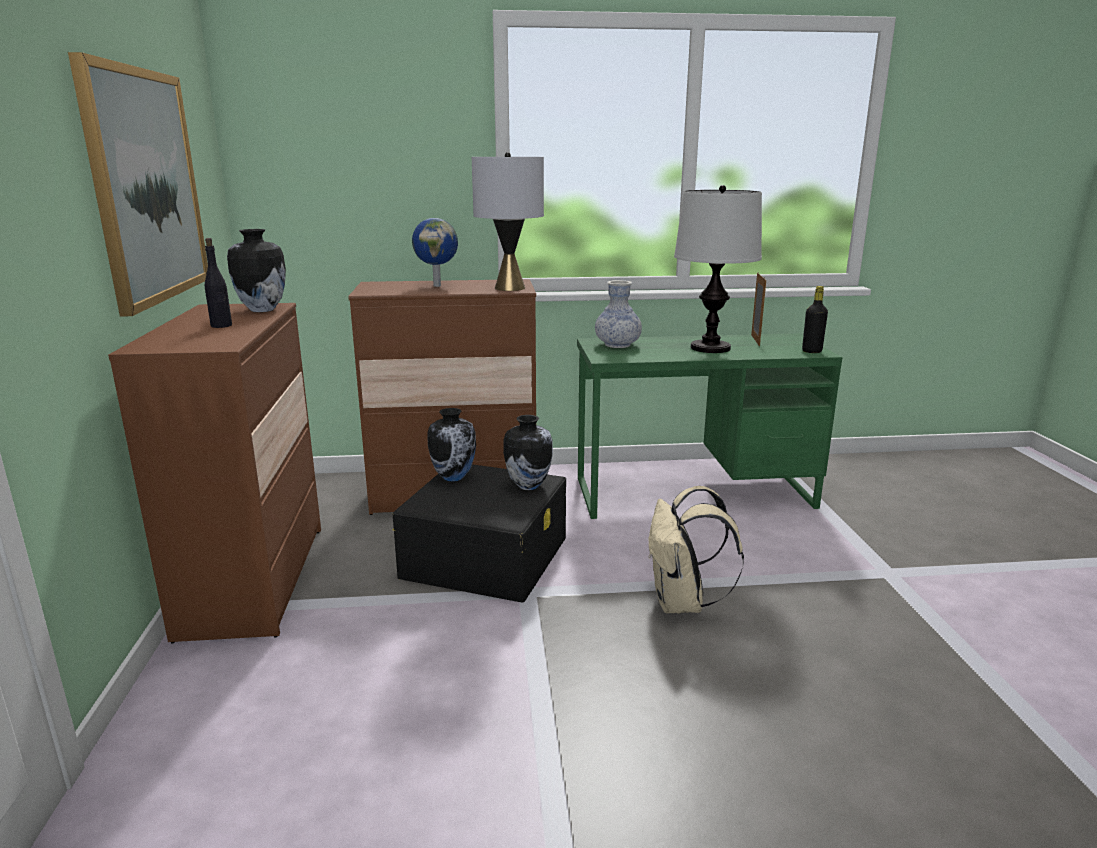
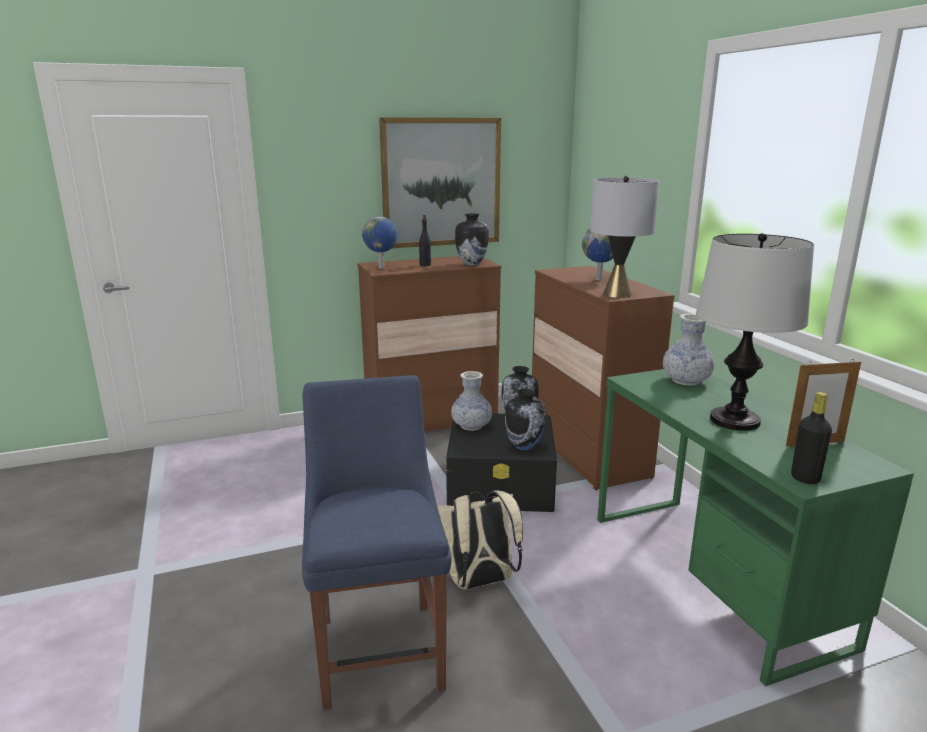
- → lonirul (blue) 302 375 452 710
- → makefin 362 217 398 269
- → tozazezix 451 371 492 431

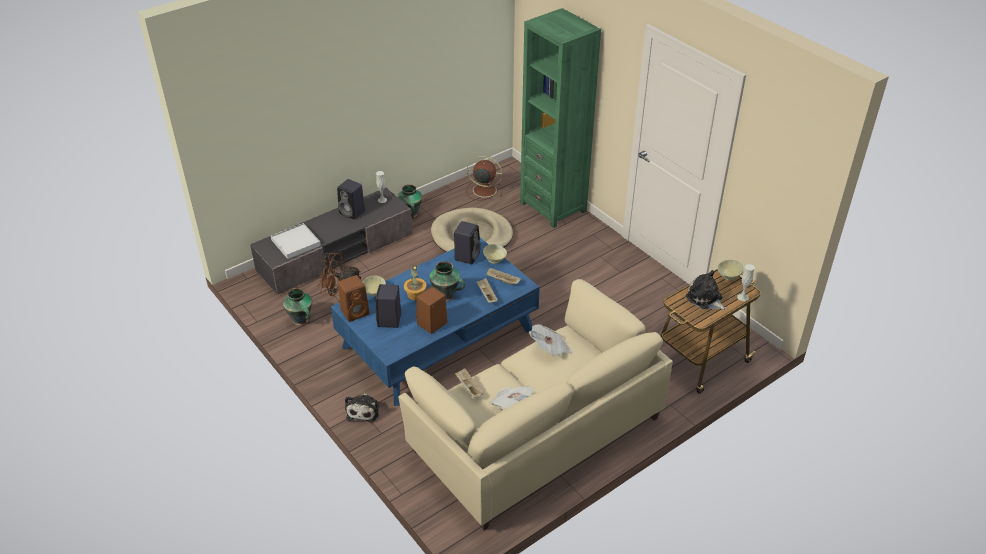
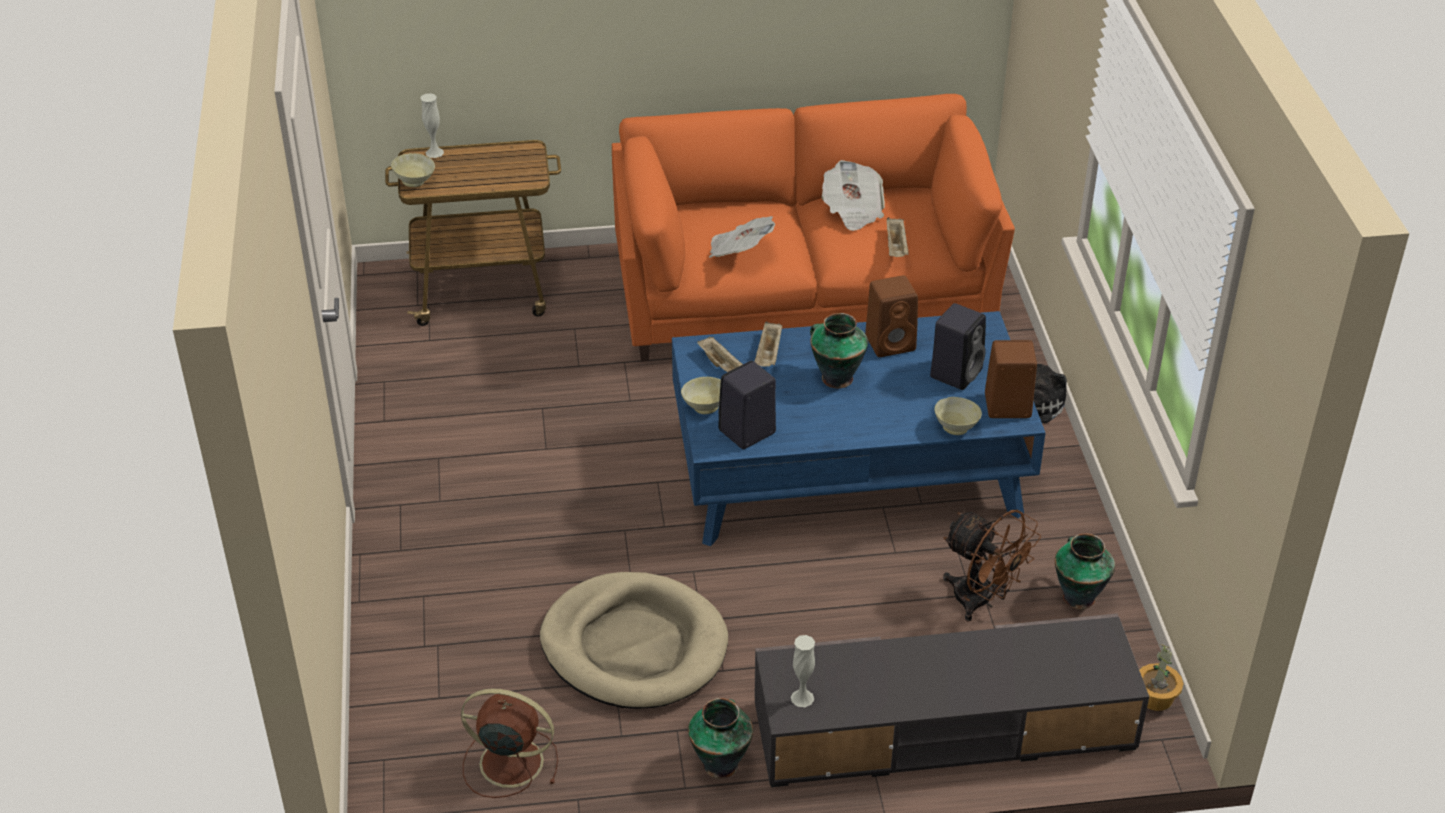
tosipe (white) 271 223 321 259 → -
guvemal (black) 337 179 365 220 → -
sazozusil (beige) 398 279 673 531 → sazozusil (orange) 612 94 1015 362
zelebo 404 265 427 300 → zelebo 1139 644 1184 711, shifted
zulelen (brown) 466 156 502 200 → zulelen (brown) 461 688 558 798, 150 degrees clockwise
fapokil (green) 520 8 601 228 → -
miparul 686 270 727 310 → -

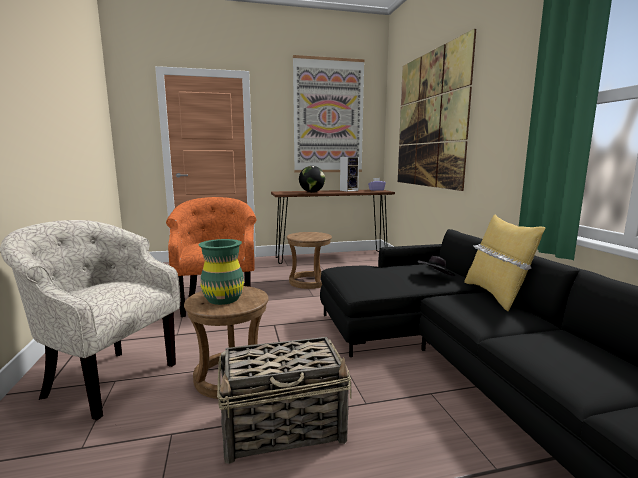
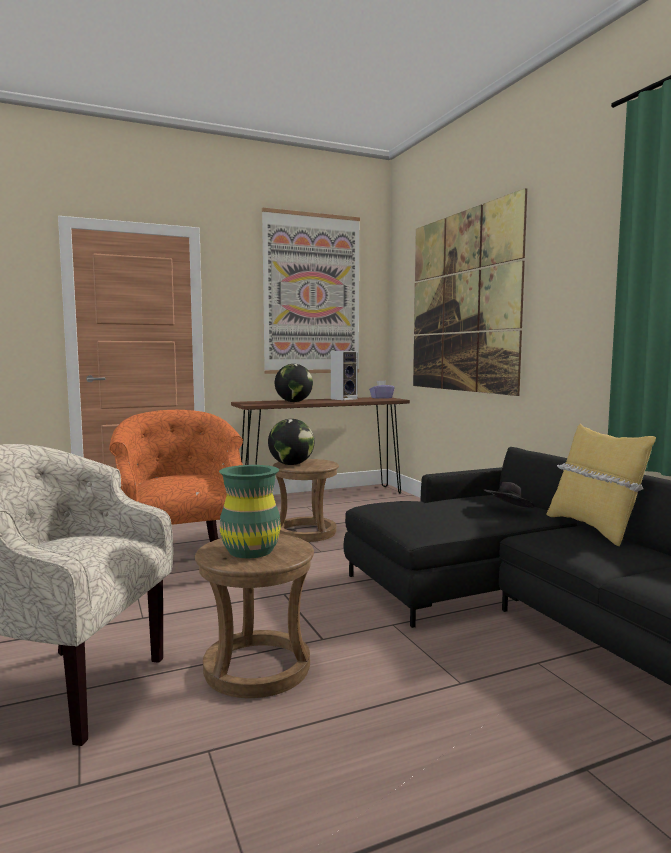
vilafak 217 337 352 464 → -
- → makefin 268 419 314 465

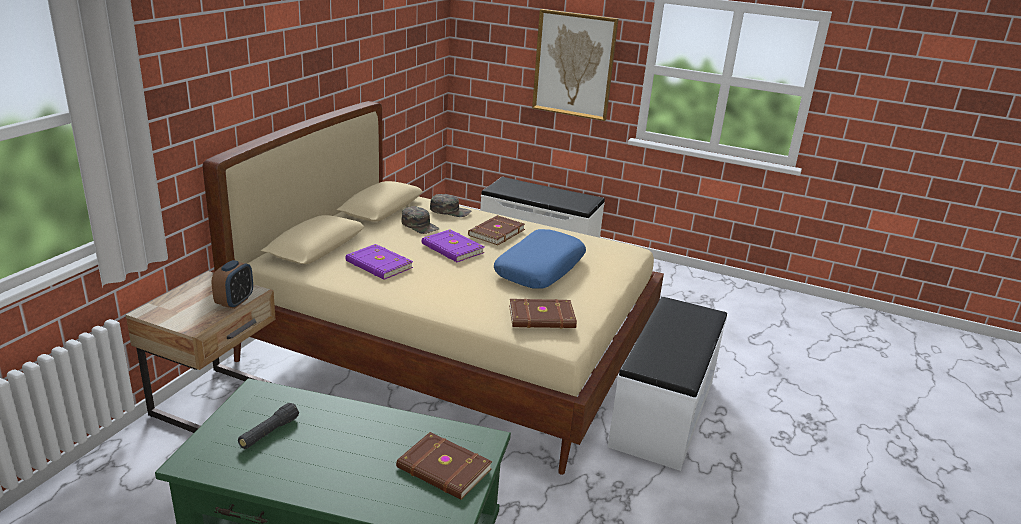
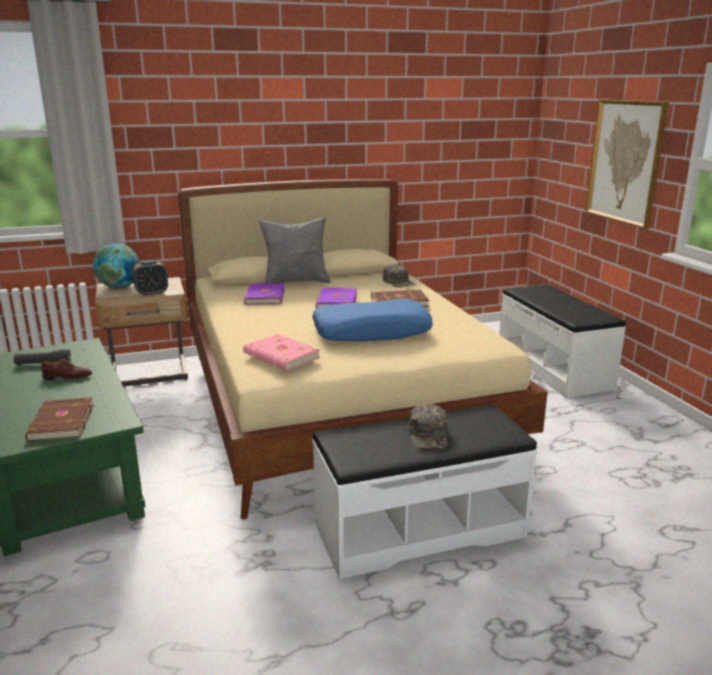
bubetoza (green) 402 206 439 234 → bubetoza (green) 409 404 448 448, shifted
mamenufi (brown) 509 299 577 328 → mamenufi (pink) 243 334 320 371
- → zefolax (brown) 41 358 92 380
- → makefin 93 243 140 288
- → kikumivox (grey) 259 216 331 283

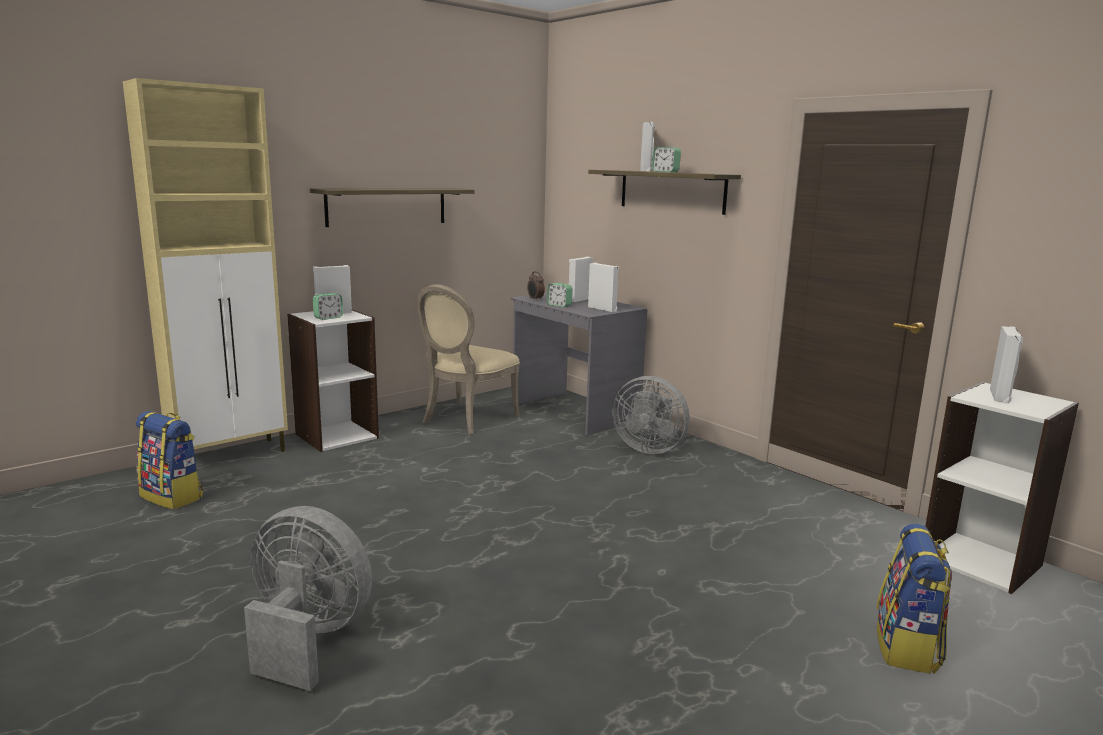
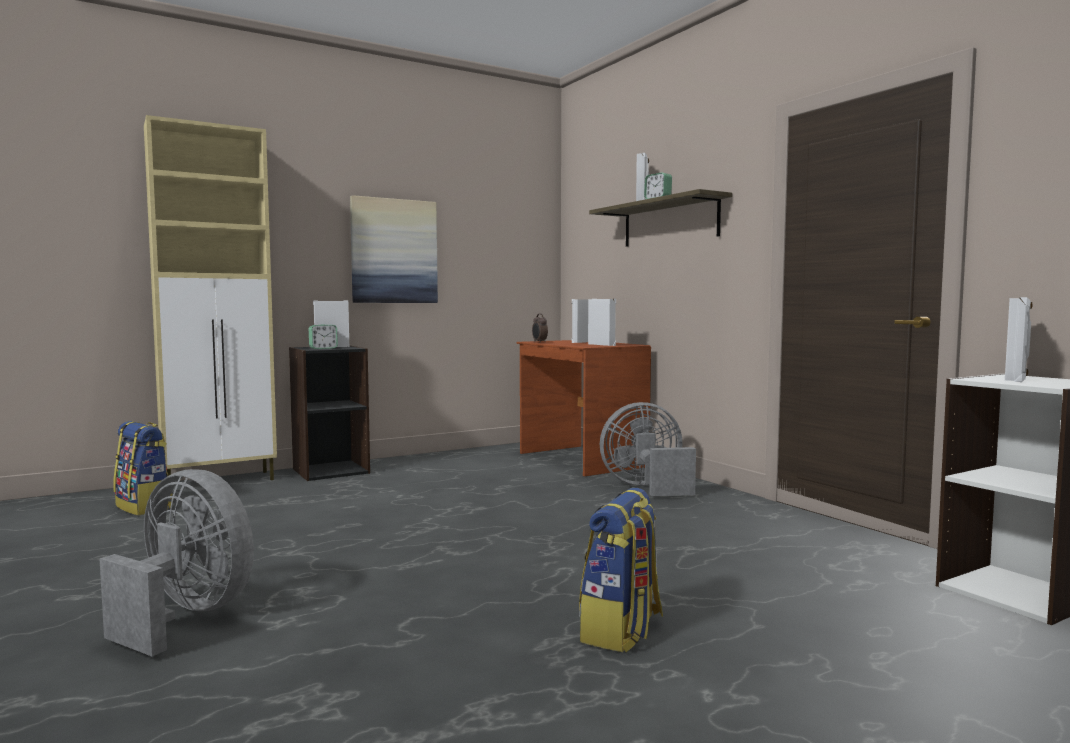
fapokil (white) 287 310 379 452 → fapokil (black) 289 346 370 481
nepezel 310 188 475 227 → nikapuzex 350 195 438 303
lonirul (beige) 417 284 520 434 → -
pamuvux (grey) 511 293 647 435 → pamuvux (brown) 517 340 651 477
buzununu 547 283 573 307 → -
zulelen (grey) 612 376 690 454 → zulelen (grey) 600 402 696 496, 135 degrees clockwise
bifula 877 524 952 674 → bifula 579 488 663 652, shifted

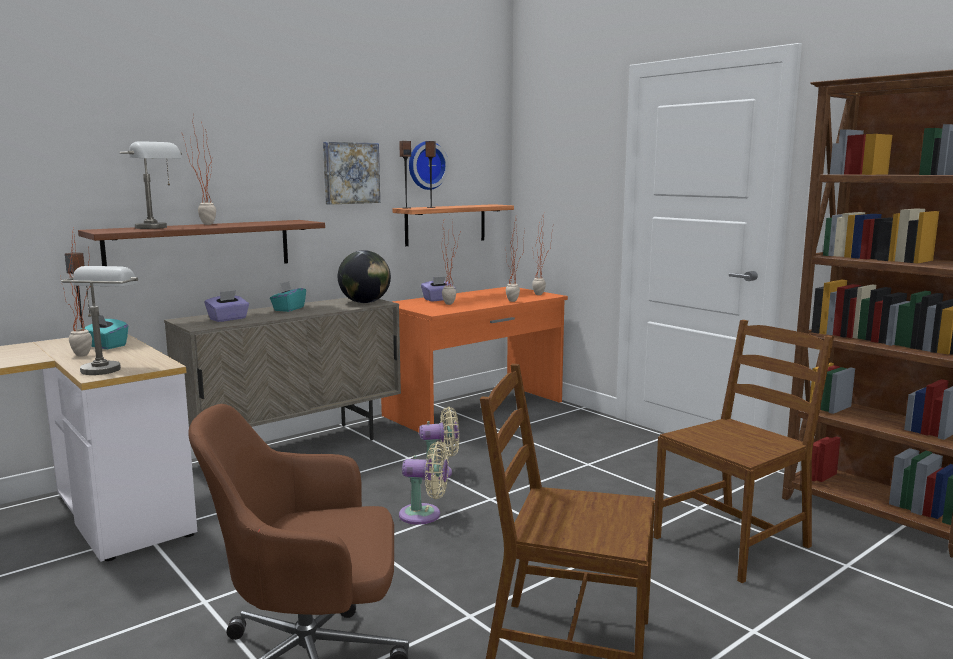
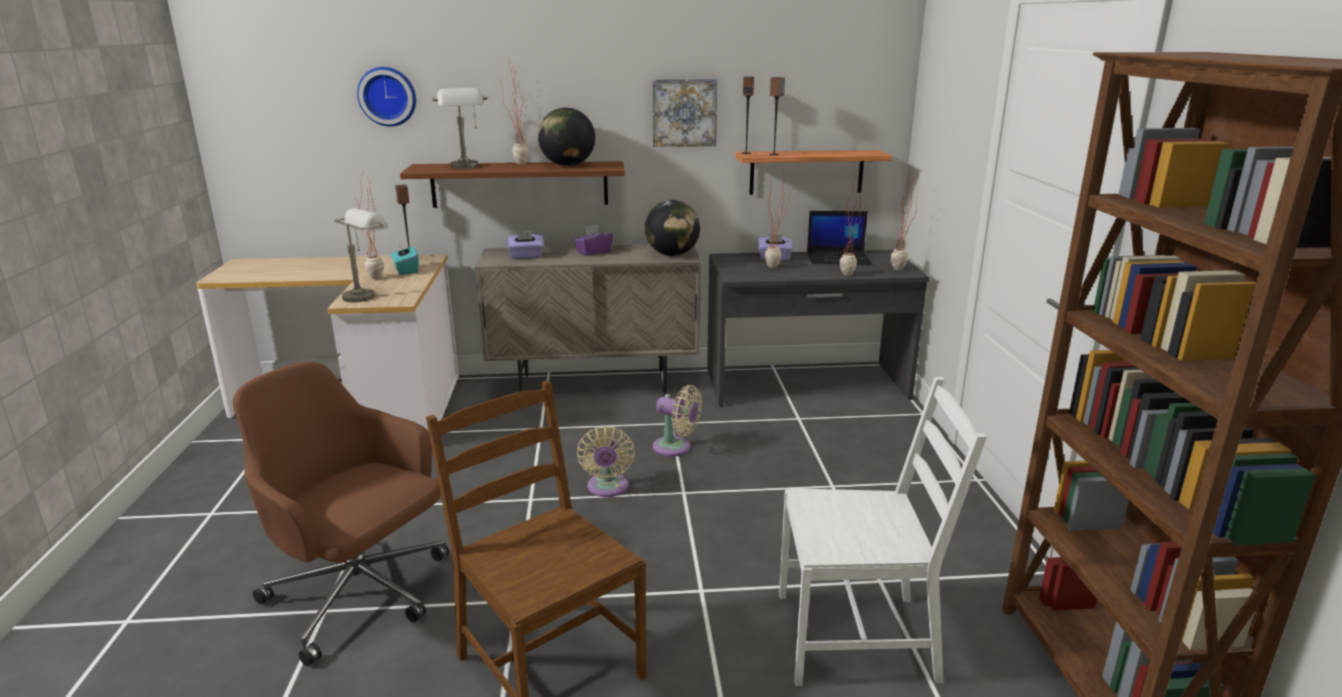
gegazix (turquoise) 270 281 306 312 → gegazix (purple) 574 224 613 256
pamuvux (orange) 381 287 568 432 → pamuvux (grey) 707 250 930 407
zulelen (beige) 399 442 449 525 → zulelen (beige) 577 426 635 497, 45 degrees clockwise
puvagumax 409 141 449 190 → puvagumax 357 67 416 127, shifted
lonirul (brown) 653 320 834 583 → lonirul (white) 779 377 987 686
- → makefin 538 108 595 166
- → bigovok 807 211 872 265

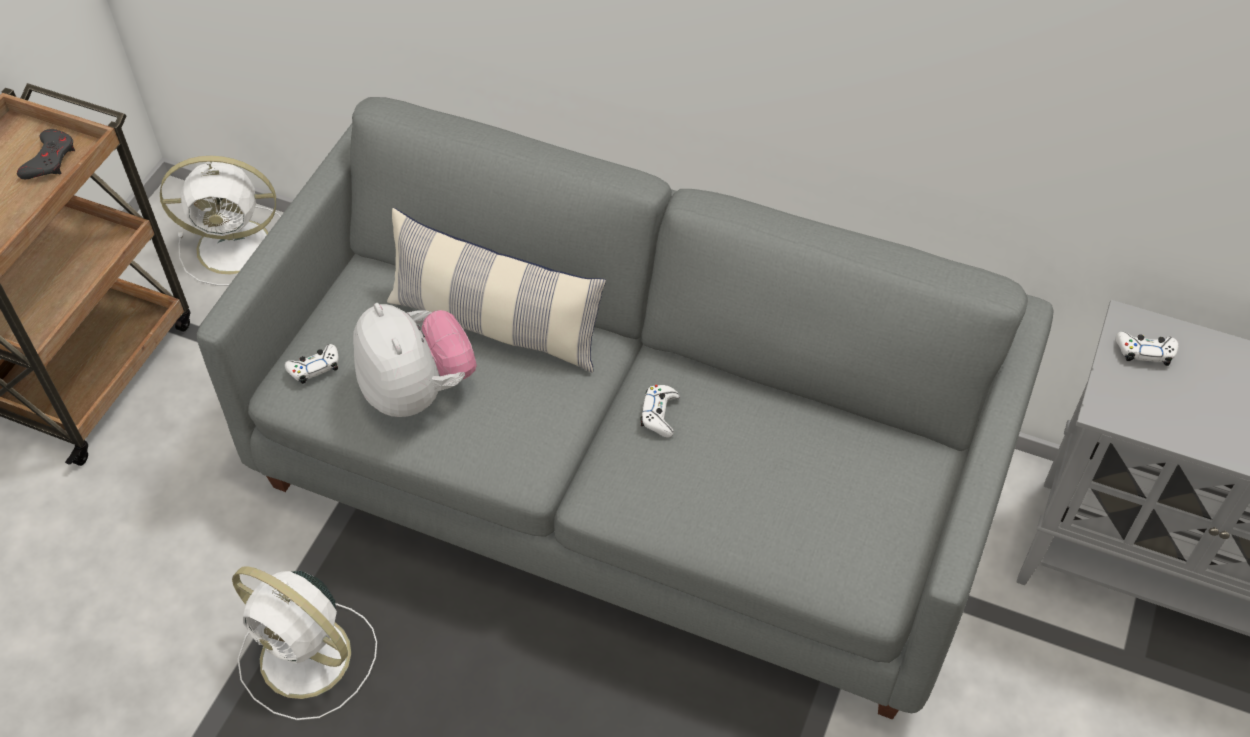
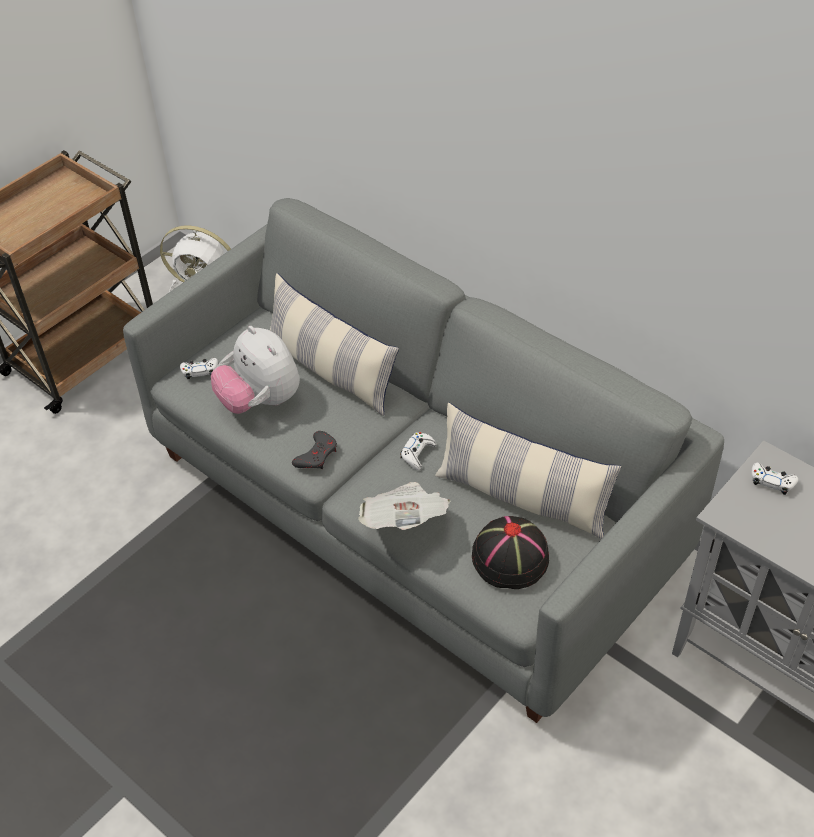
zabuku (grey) 17 129 75 179 → zabuku (grey) 292 431 337 469, shifted
zulelen (white) 232 566 377 720 → -
miparul 353 303 477 417 → miparul 211 326 300 414, 150 degrees clockwise
- → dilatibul 358 482 451 530
- → kikumivox 435 403 621 539
- → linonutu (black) 472 516 549 589

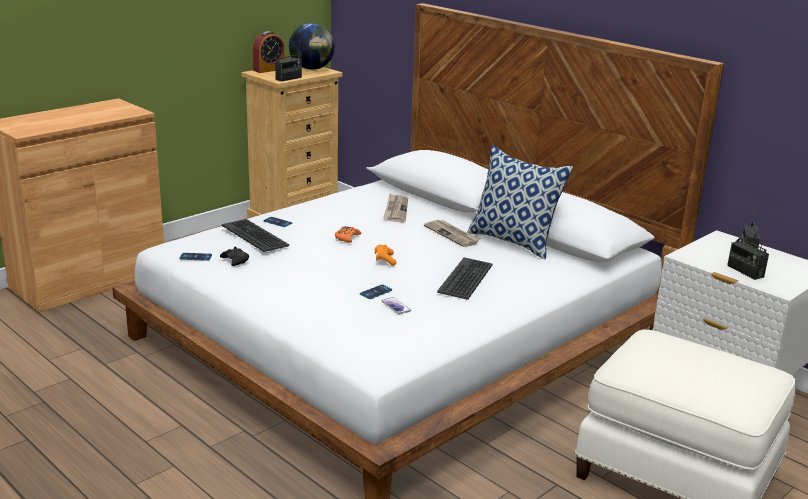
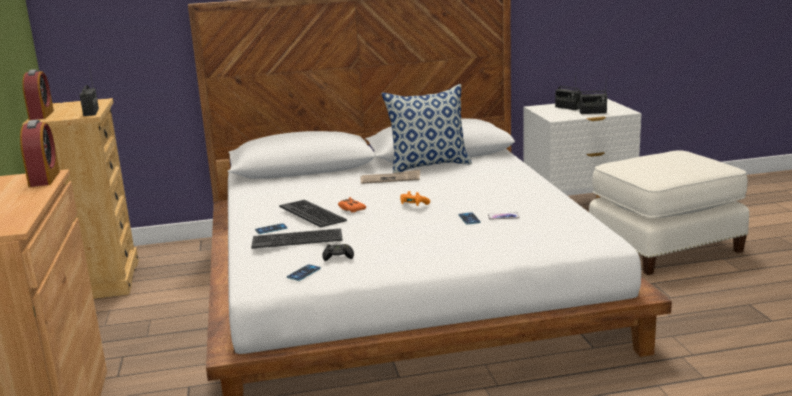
makefin 289 23 335 70 → -
dilatibul 384 194 408 222 → -
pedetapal 437 257 493 300 → pedetapal 279 200 347 227, shifted
- → buzununu 20 120 60 187

